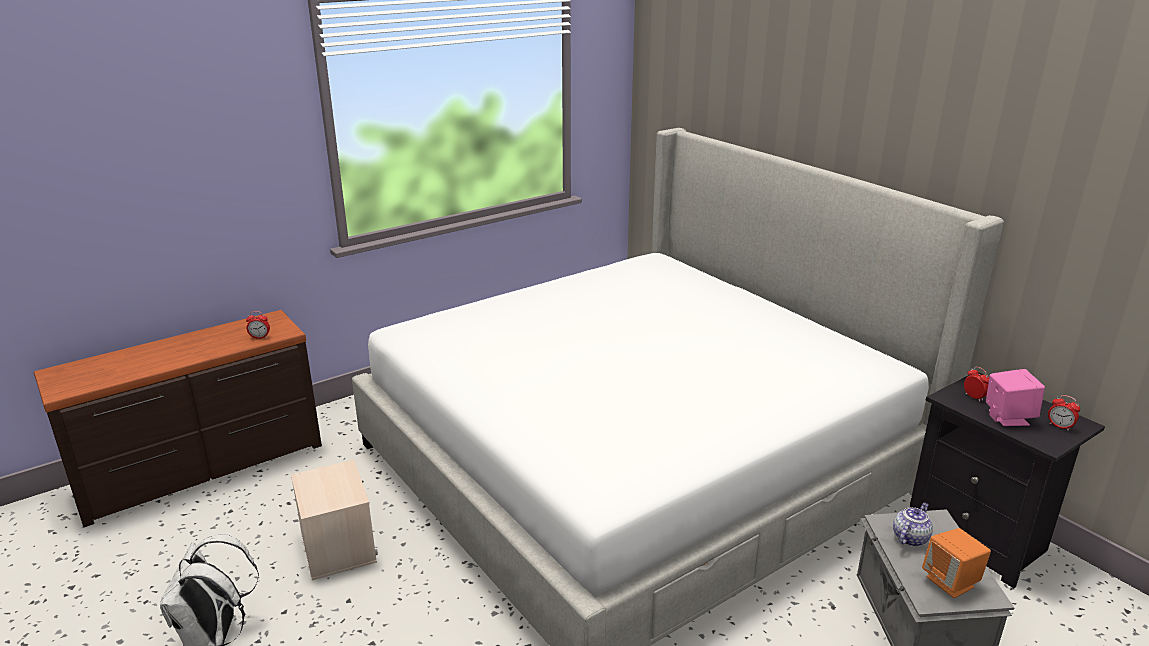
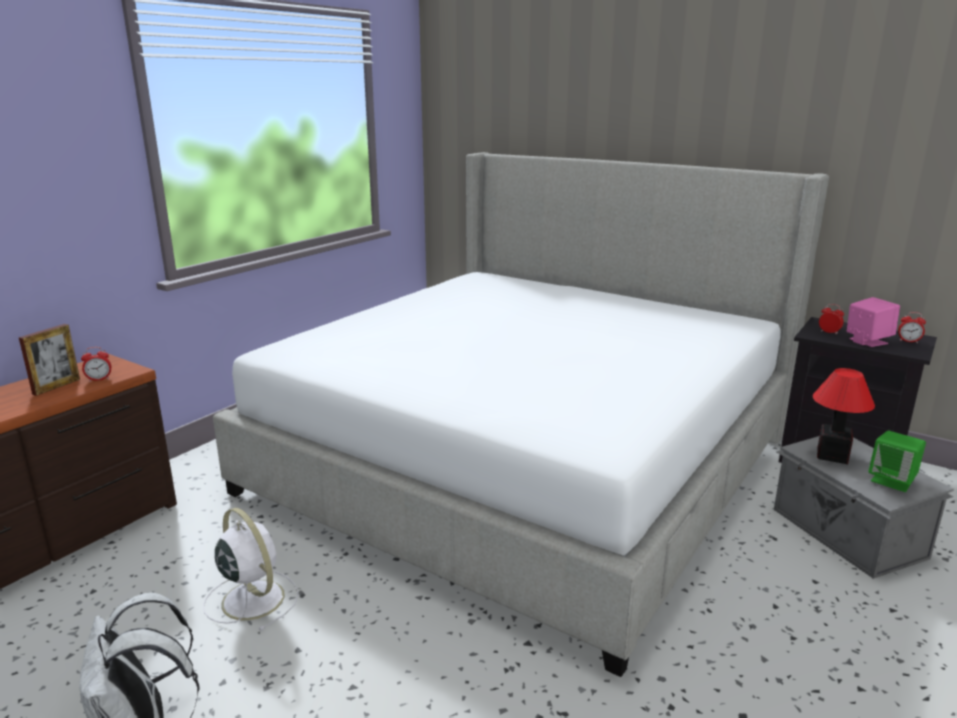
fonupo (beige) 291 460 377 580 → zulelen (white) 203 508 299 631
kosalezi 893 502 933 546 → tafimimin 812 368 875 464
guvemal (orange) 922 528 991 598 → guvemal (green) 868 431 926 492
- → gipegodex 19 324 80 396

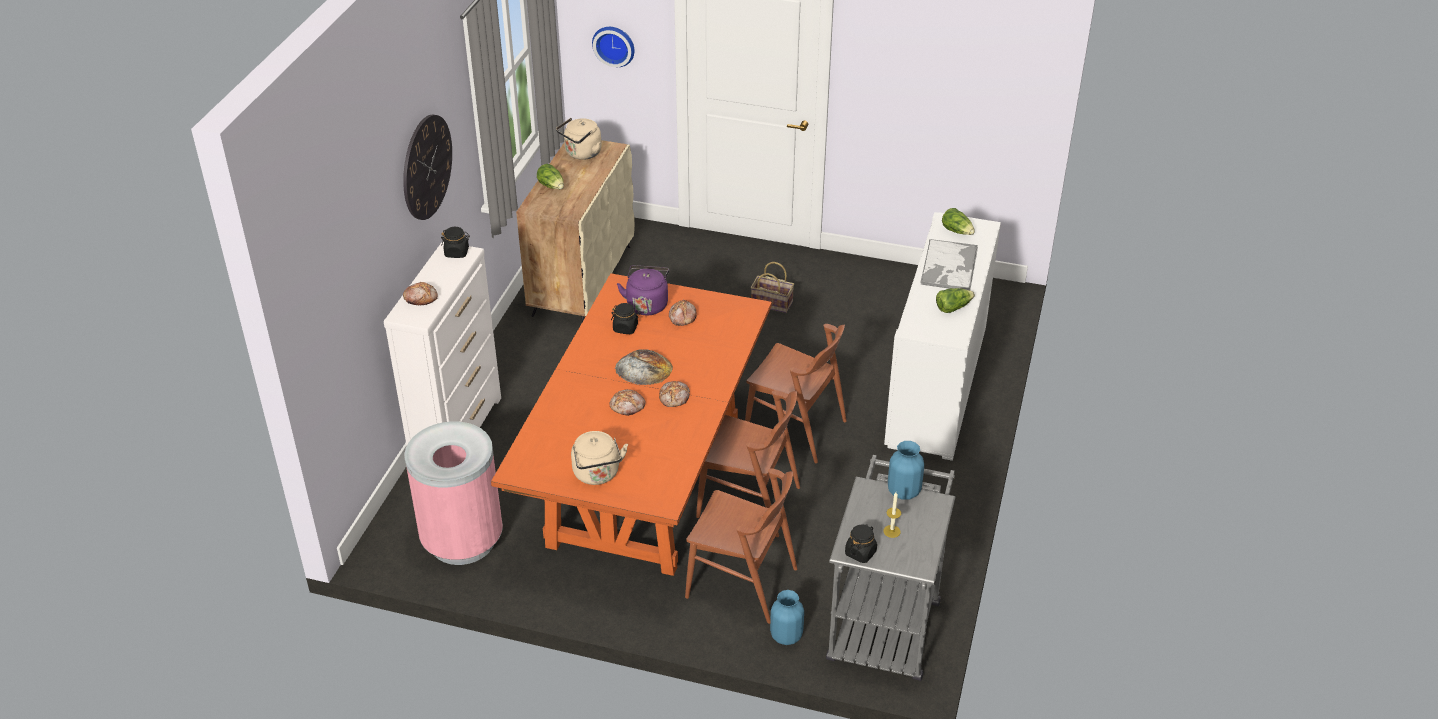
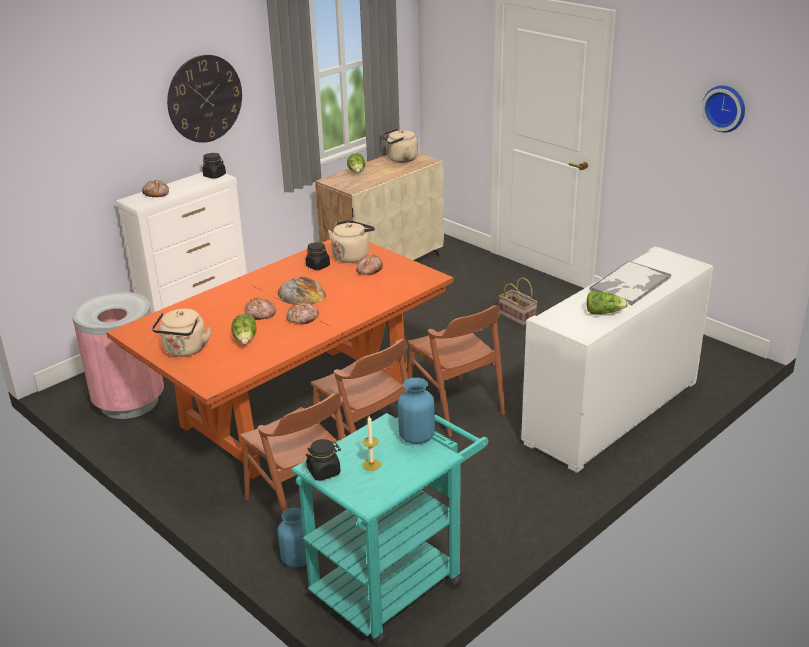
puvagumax 592 27 634 67 → puvagumax 702 86 745 133, shifted
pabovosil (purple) 617 265 669 315 → pabovosil (beige) 328 220 375 263
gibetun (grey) 826 455 955 681 → gibetun (turquoise) 291 413 488 646
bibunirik 942 208 975 235 → bibunirik 231 314 256 344, shifted

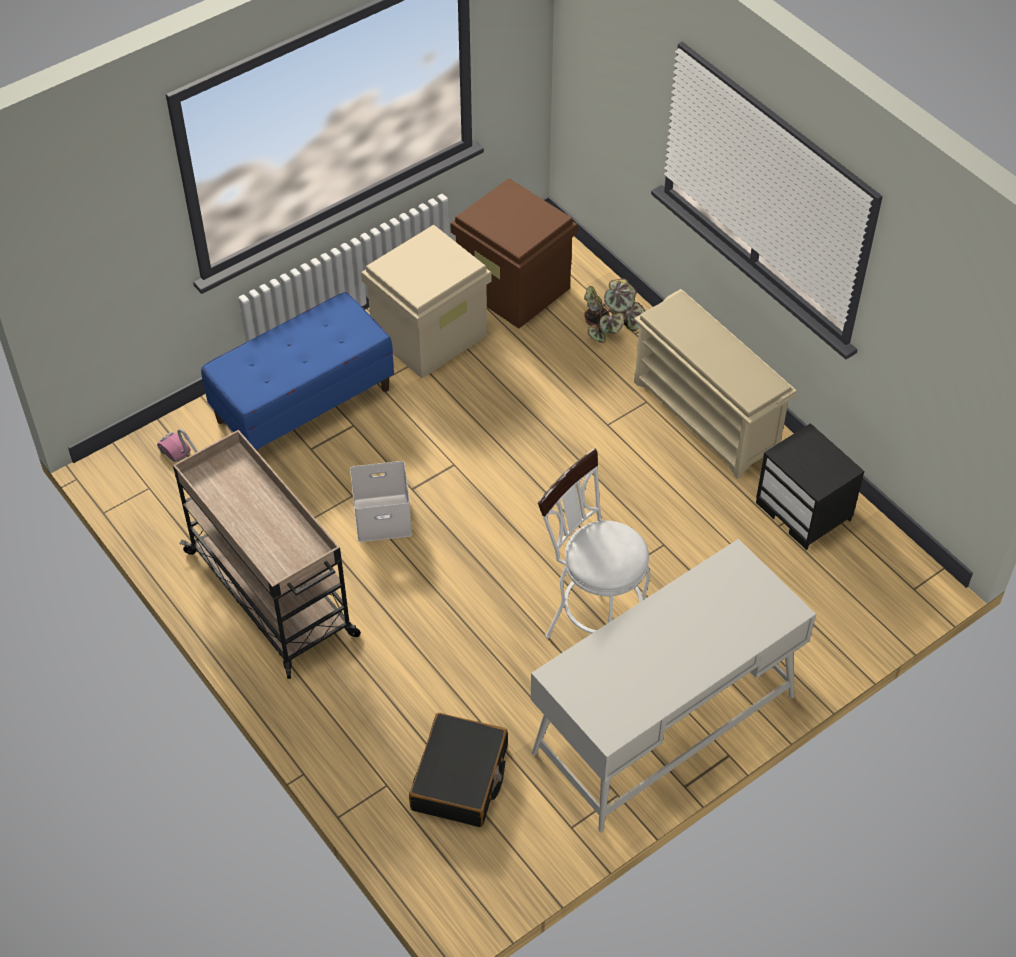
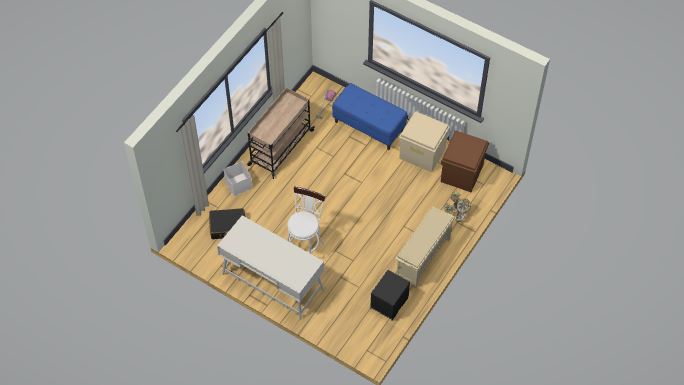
fonupo (white) 350 461 412 542 → fonupo (white) 224 161 252 196, shifted

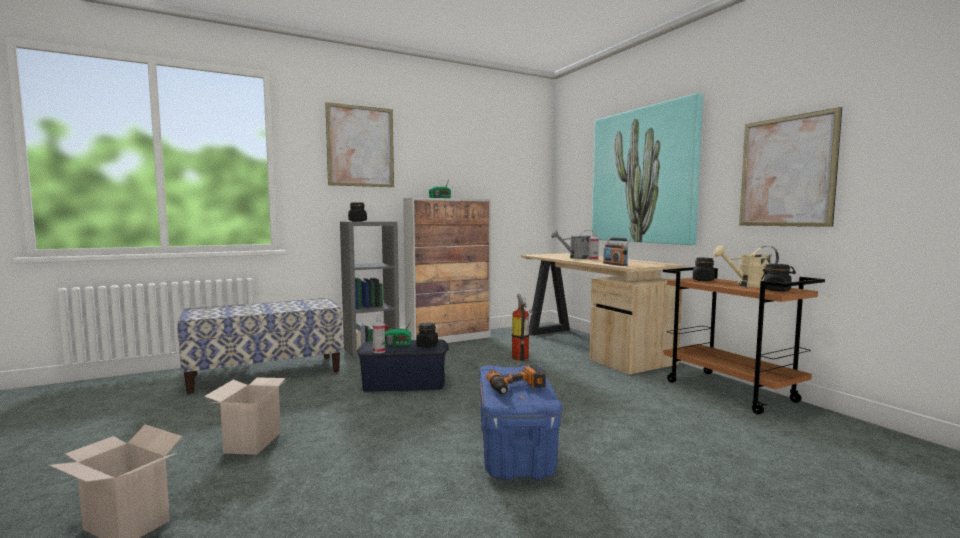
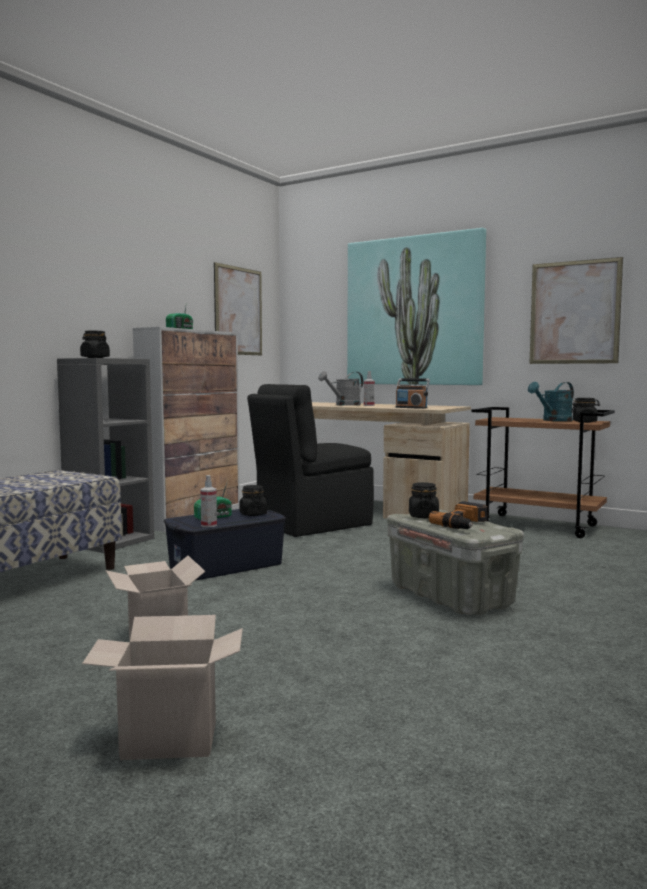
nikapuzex 325 102 394 187 → nikapuzex 214 262 262 355, shifted
fonupo (blue) 479 365 562 481 → fonupo (grey) 387 509 524 615
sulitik 512 294 533 361 → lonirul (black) 247 384 374 537
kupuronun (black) 693 258 715 281 → kupuronun (black) 409 482 439 518, shifted
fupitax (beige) 713 245 779 288 → fupitax (turquoise) 528 382 574 421

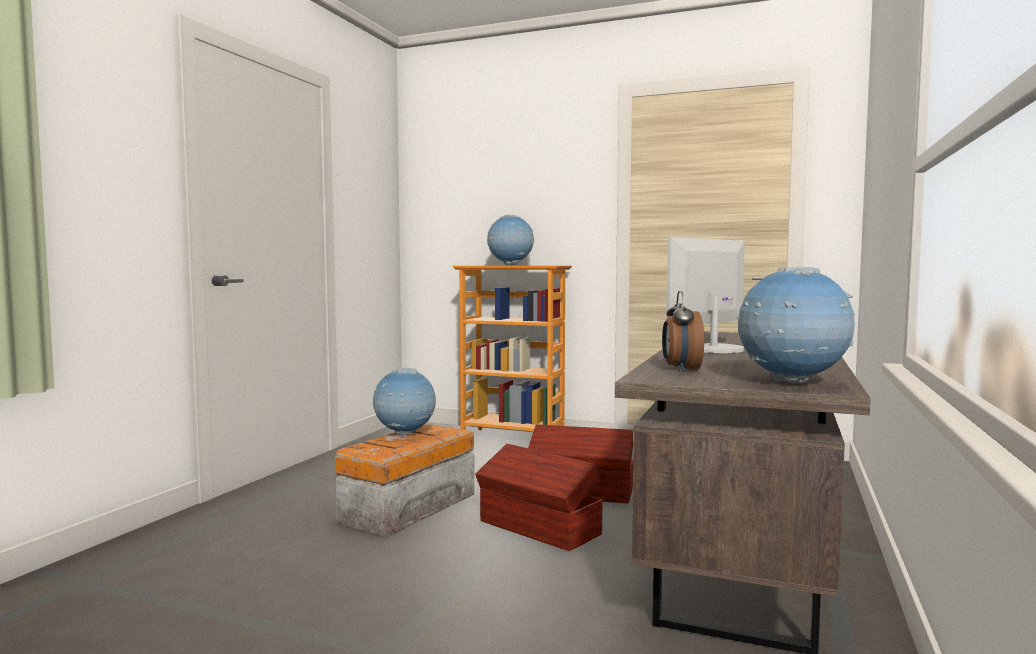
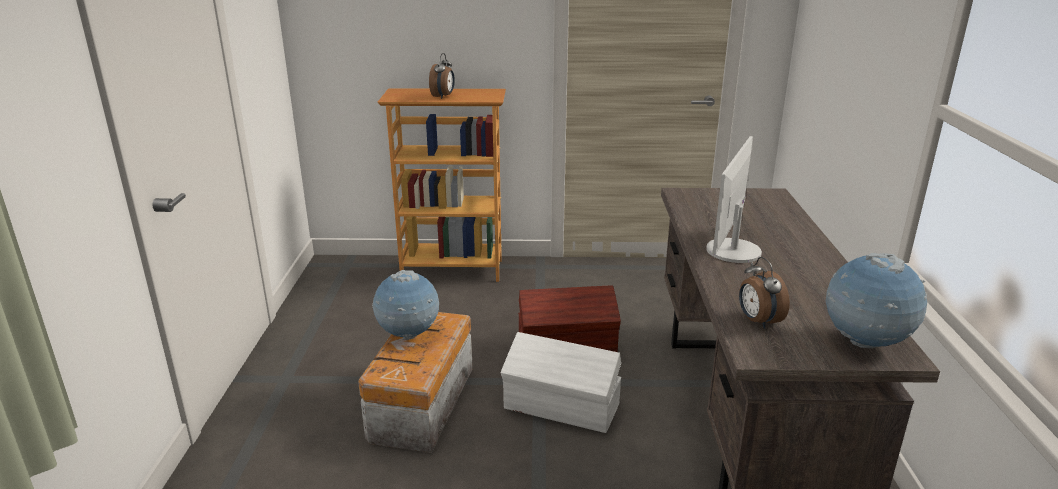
fonupo (brown) 475 444 603 551 → fonupo (white) 501 332 621 433
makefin 487 215 534 265 → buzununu 429 53 455 99

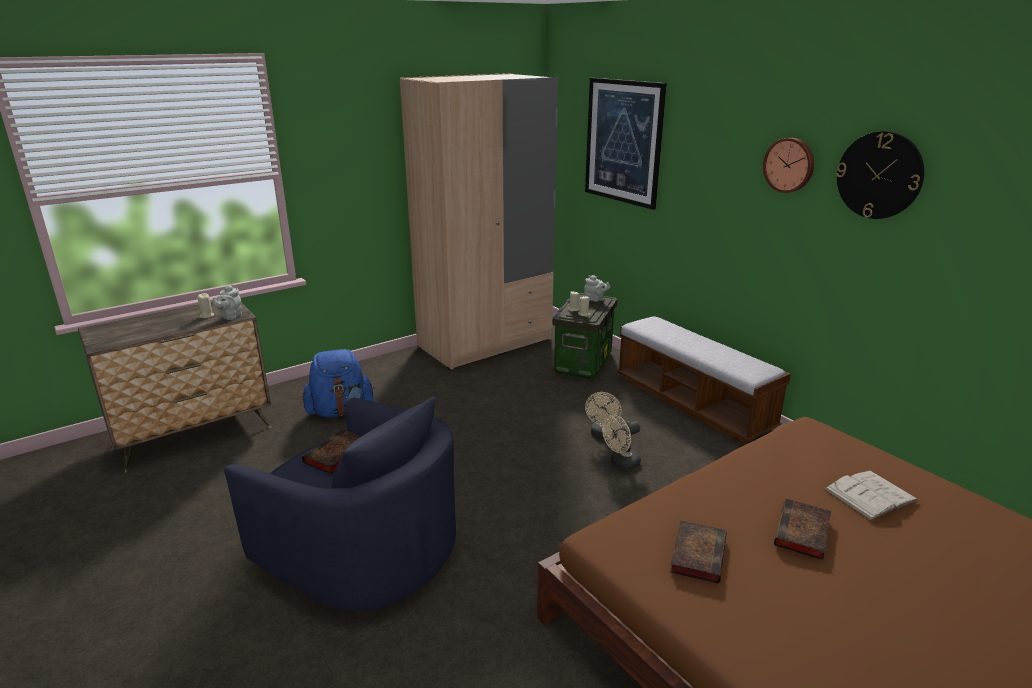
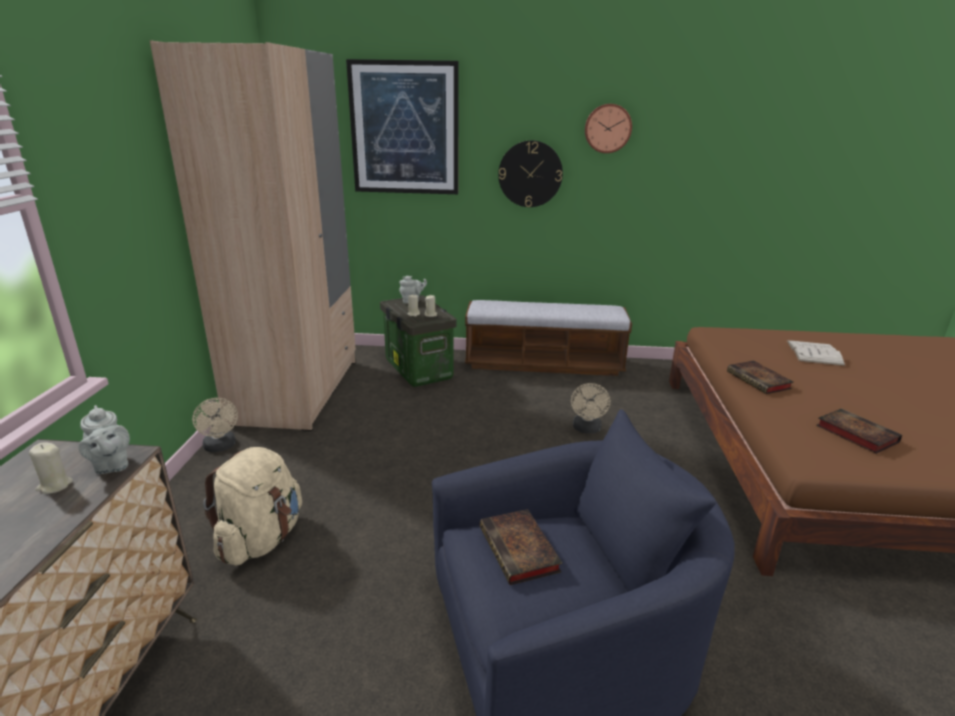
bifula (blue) 302 349 375 417 → bifula (beige) 203 447 302 565
zulelen (beige) 585 392 622 439 → zulelen (beige) 192 398 238 452, shifted
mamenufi 774 499 831 560 → mamenufi 727 361 794 394, shifted
puvagumax 836 131 924 219 → puvagumax 498 140 563 207, shifted

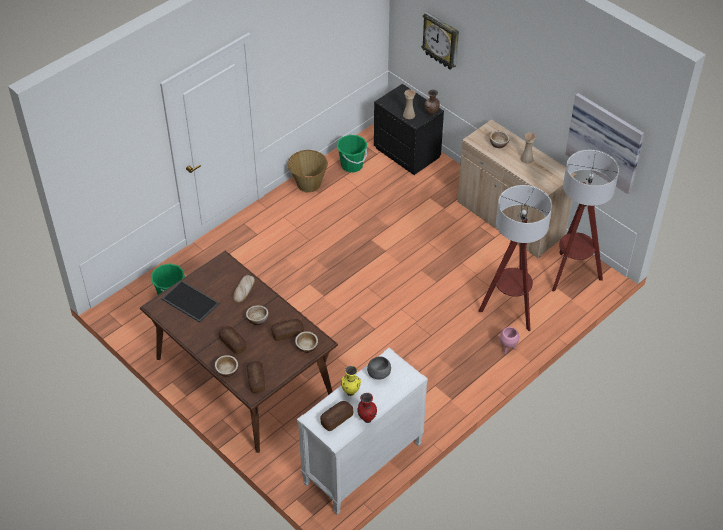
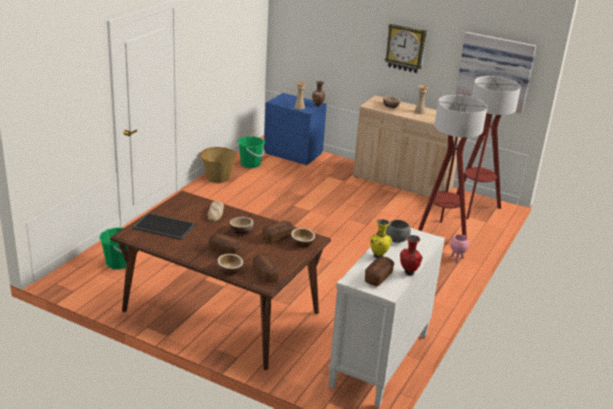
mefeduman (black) 374 84 444 175 → mefeduman (blue) 264 93 327 165
puvagumax 421 12 459 70 → puvagumax 385 23 427 73, shifted

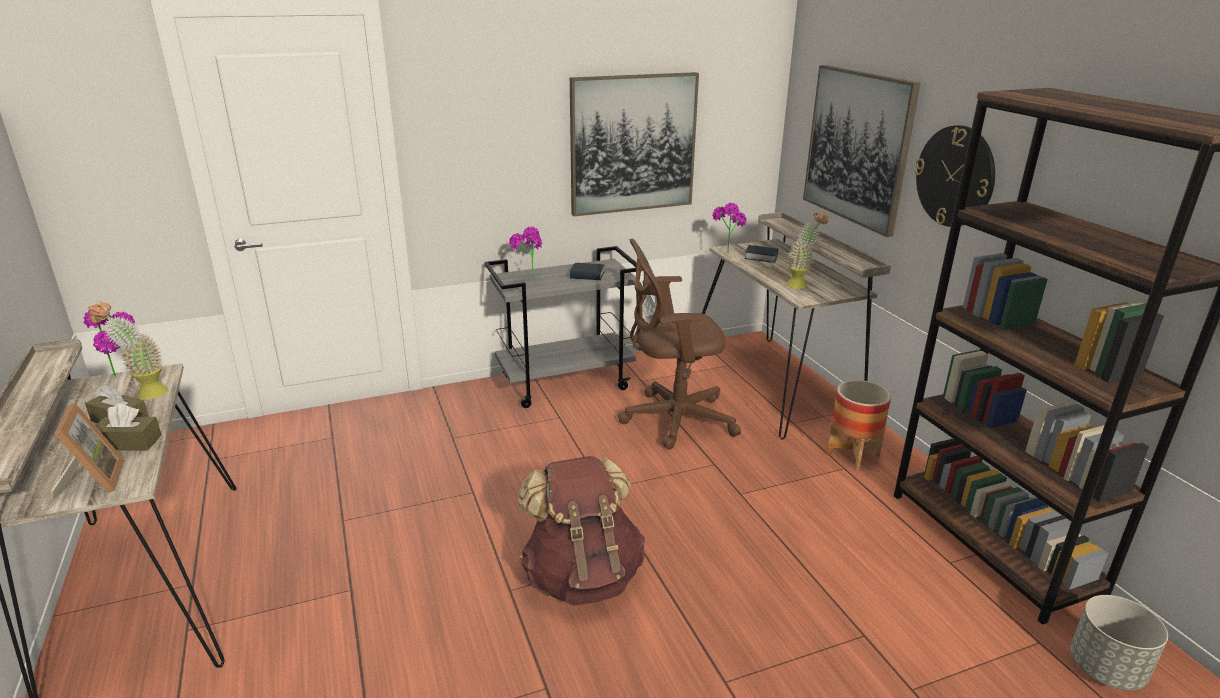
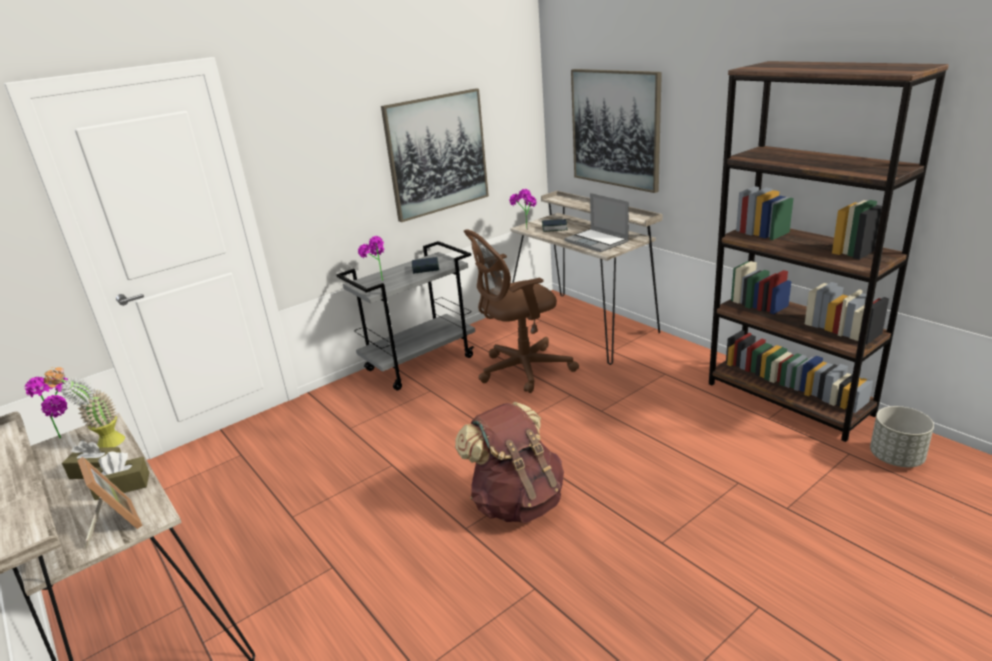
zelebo 786 211 829 289 → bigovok 565 193 629 252
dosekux 826 380 891 470 → -
puvagumax 915 125 995 227 → -

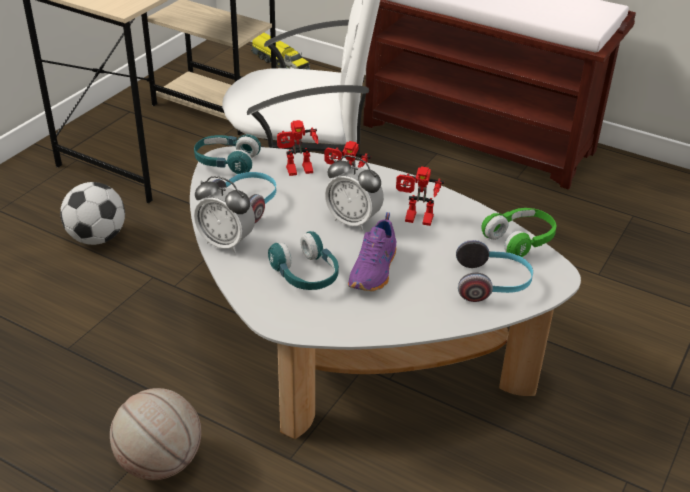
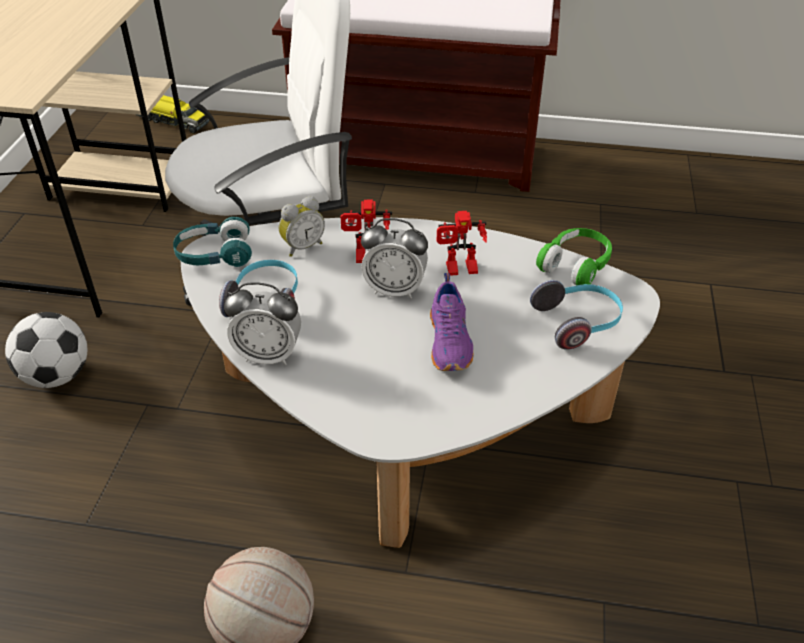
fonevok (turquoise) 268 231 339 290 → -
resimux 277 120 318 176 → buzununu 279 196 325 257

